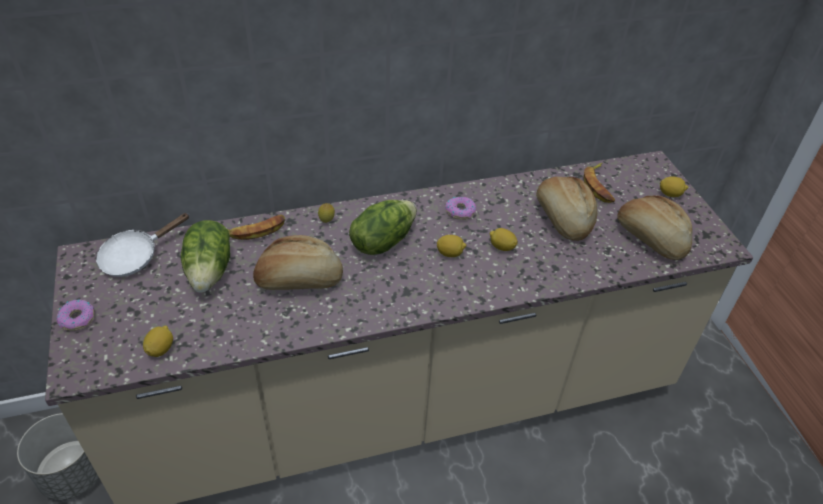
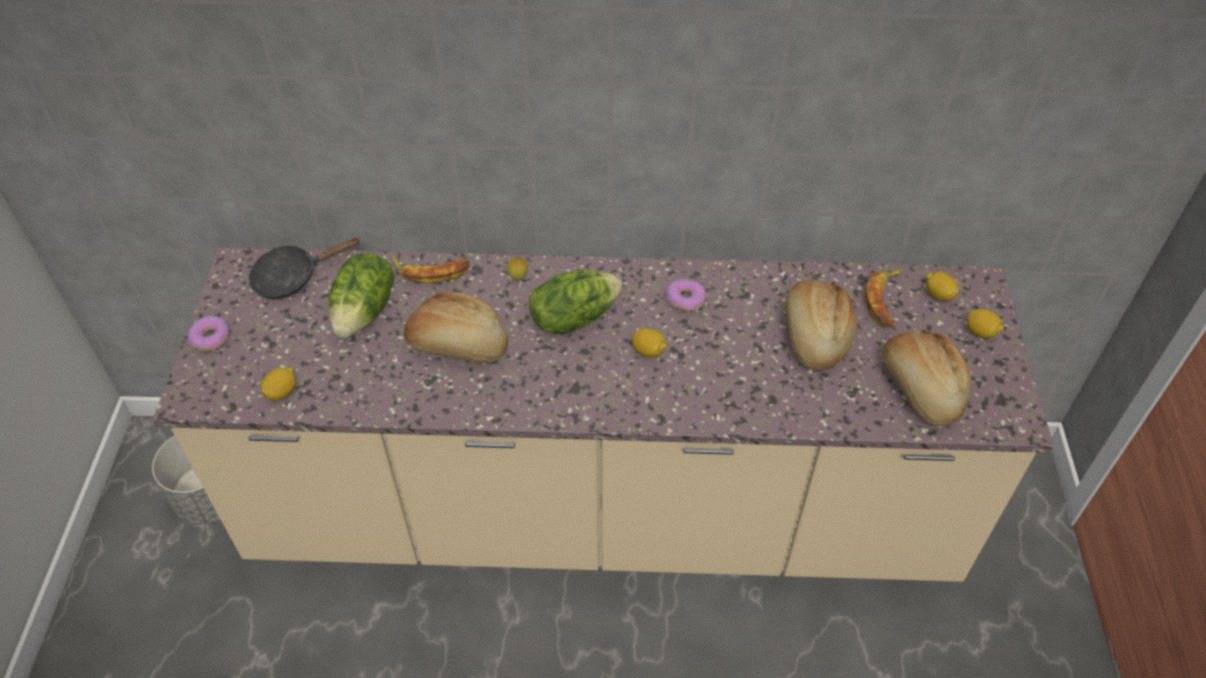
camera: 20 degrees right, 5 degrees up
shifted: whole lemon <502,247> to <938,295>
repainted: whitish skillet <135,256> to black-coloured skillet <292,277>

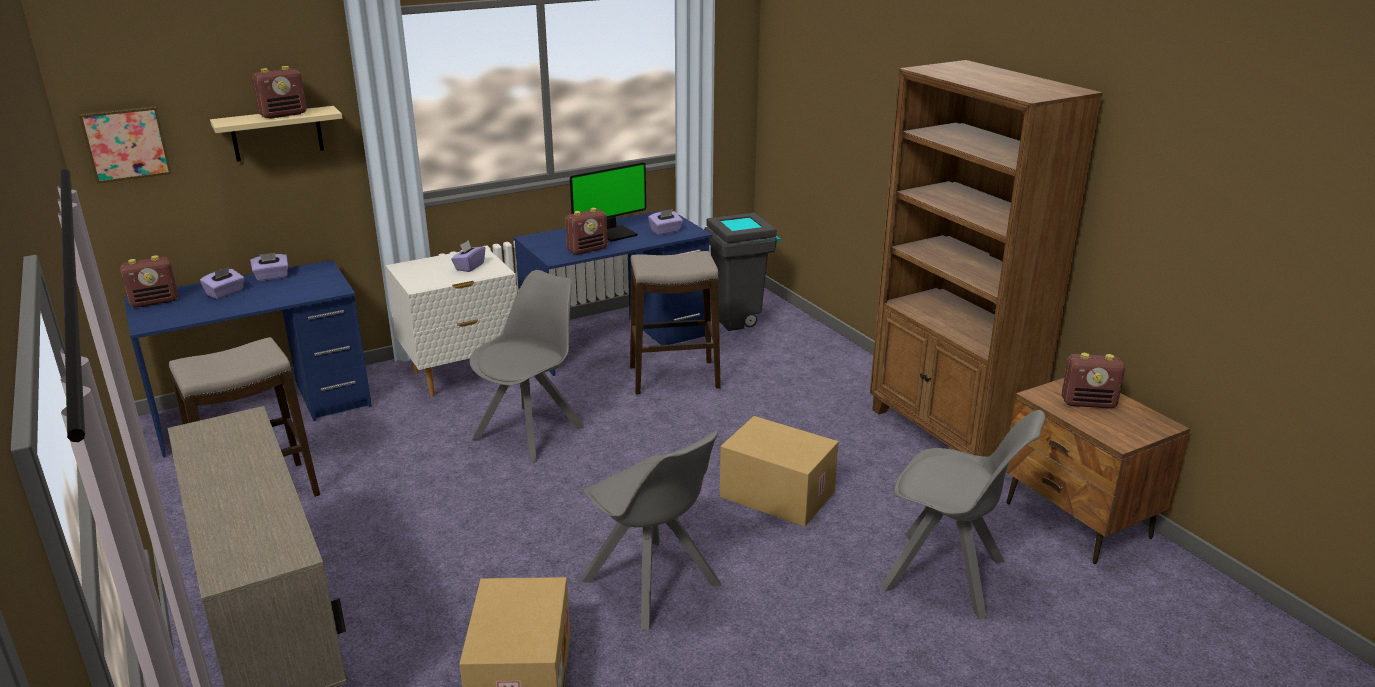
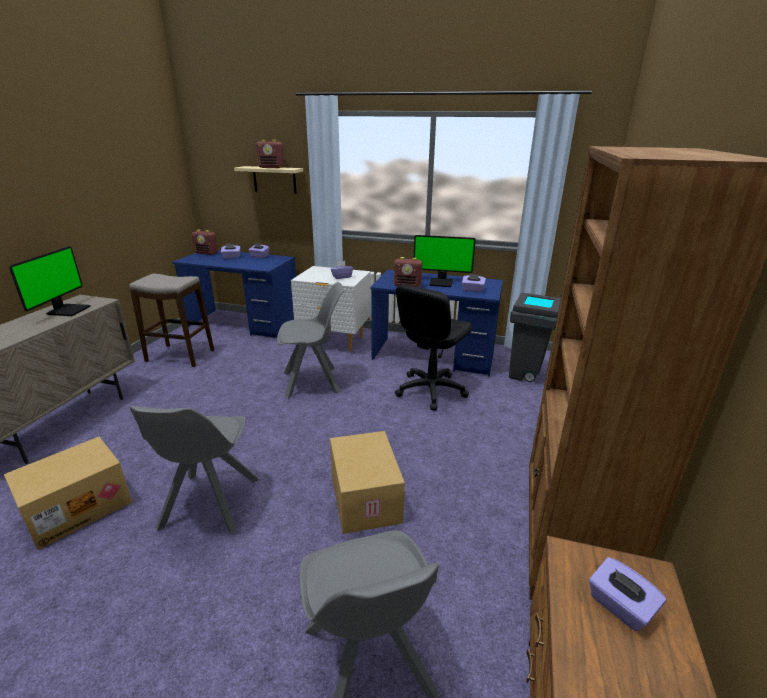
camera: 45 degrees right, 0 degrees up
gone: wall picture <126,143>
new: computer display <67,310>
swapped: stool seat <674,378> to black-coloured office chair <430,390>; radio set <1088,403> to purple-coloured tissue holder <619,606>

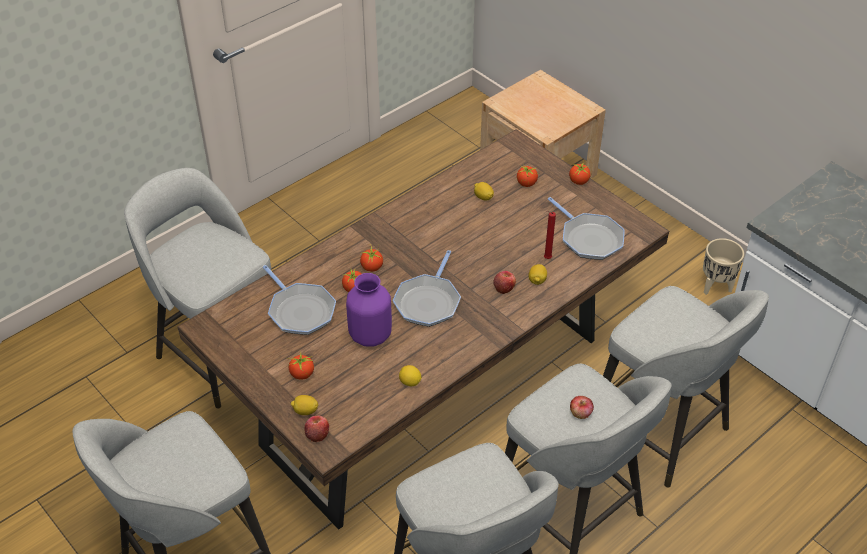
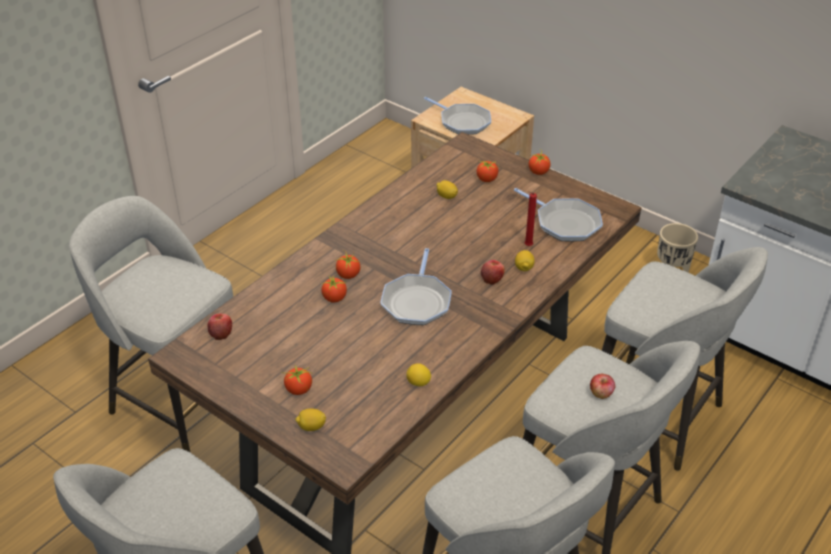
camera: 10 degrees left, 5 degrees down
gone: purple-coloured vase <371,335>
shifted: skillet <300,311> to <462,122>; apple fruit <317,434> to <221,333>

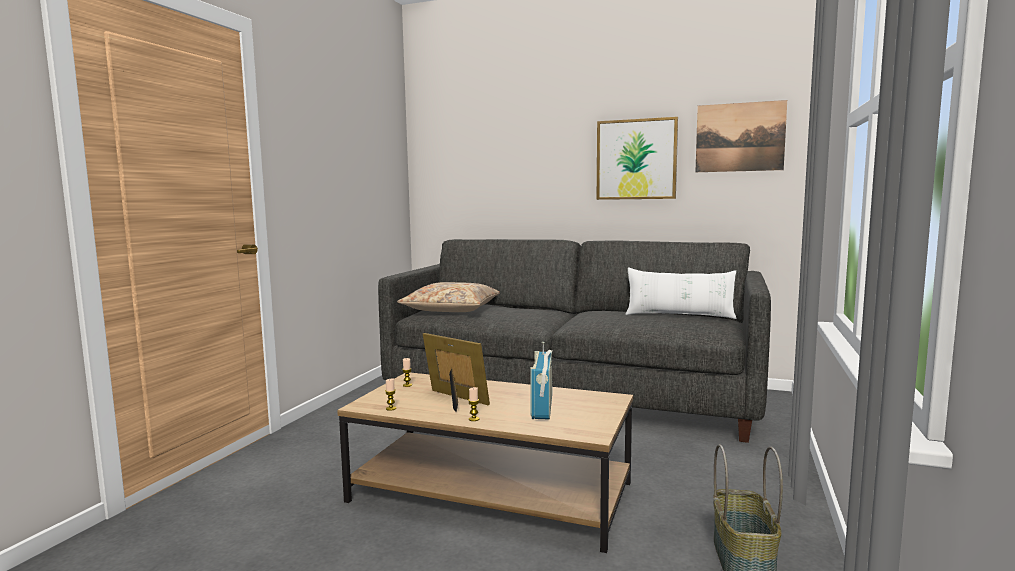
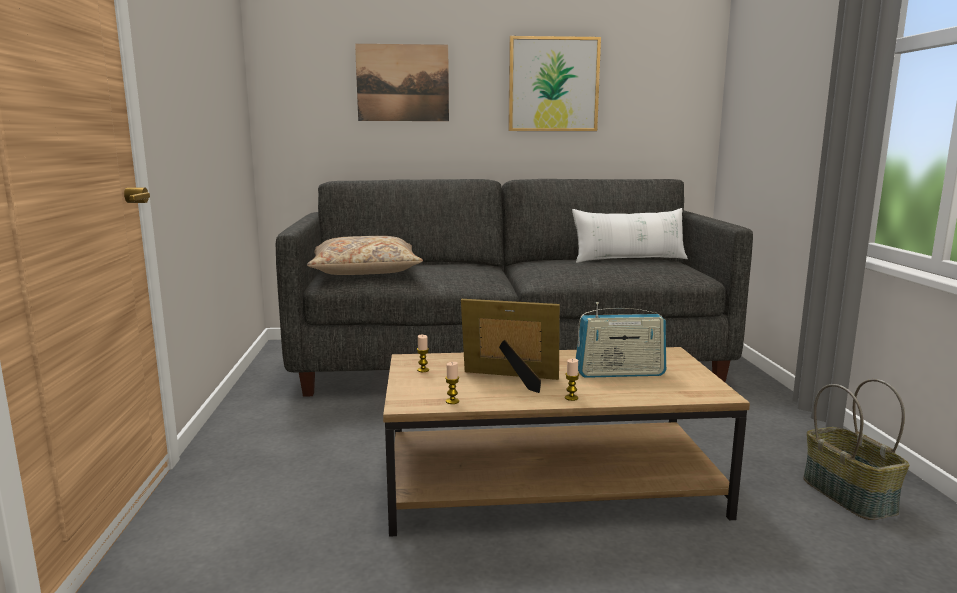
camera: 25 degrees left, 5 degrees up
shifted: wall picture <739,137> to <402,83>
rotated: radio set <542,407> = <619,373> 75 degrees counterclockwise

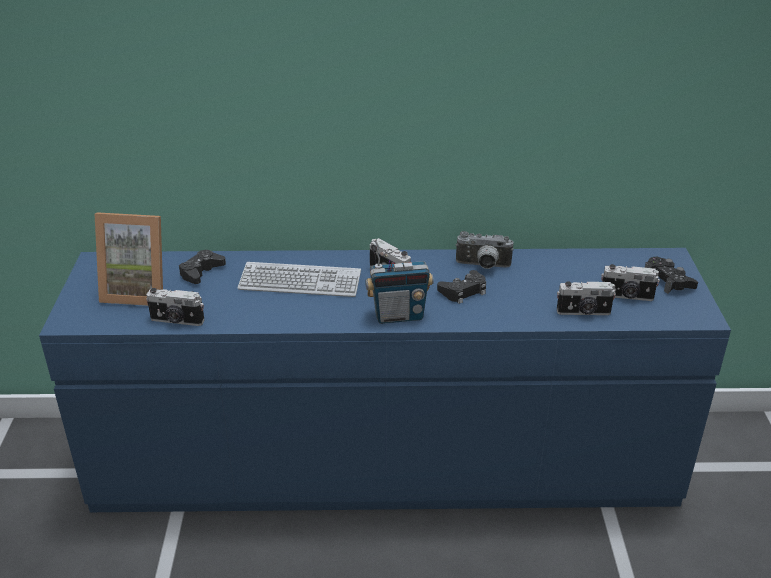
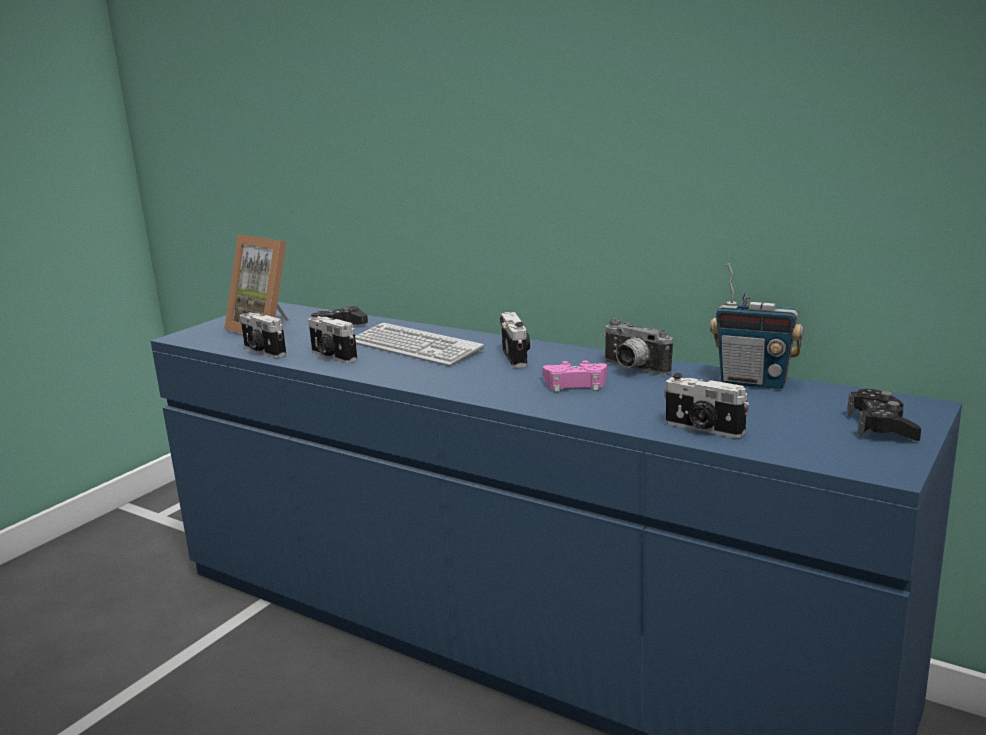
camera: 35 degrees right, 15 degrees down
shifted: radio set <398,315> to <754,382>; still camera <627,296> to <332,356>
repainted: black-coloured joypad <463,291> to pinkish joypad <575,383>

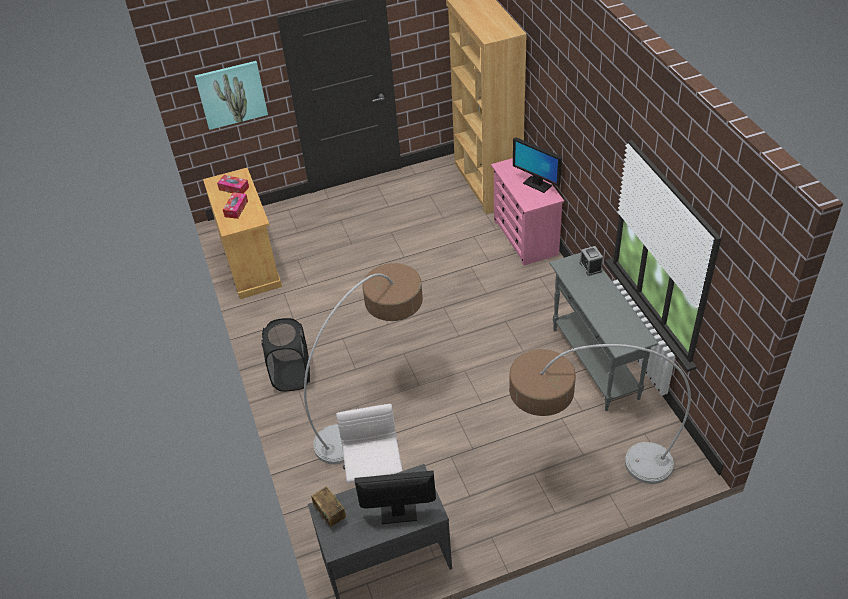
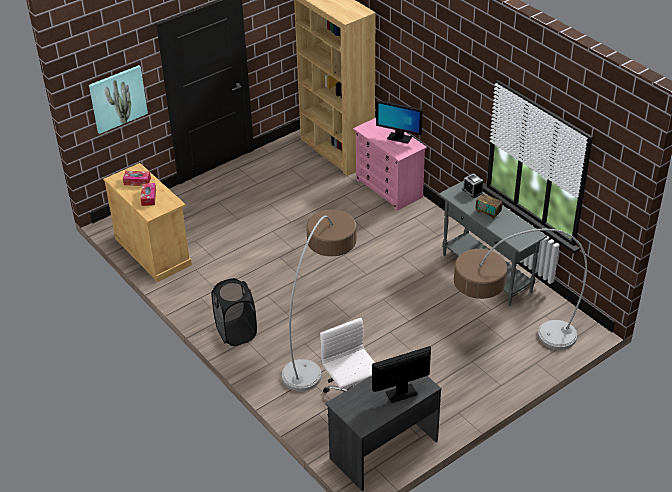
camera: 20 degrees left, 5 degrees down
shifted: radio set <330,513> to <488,212>

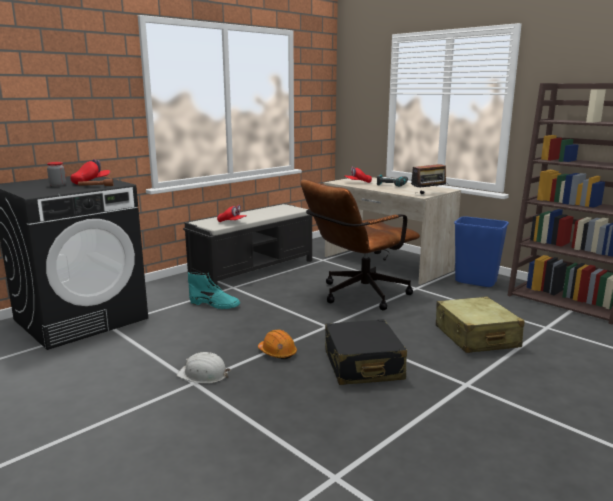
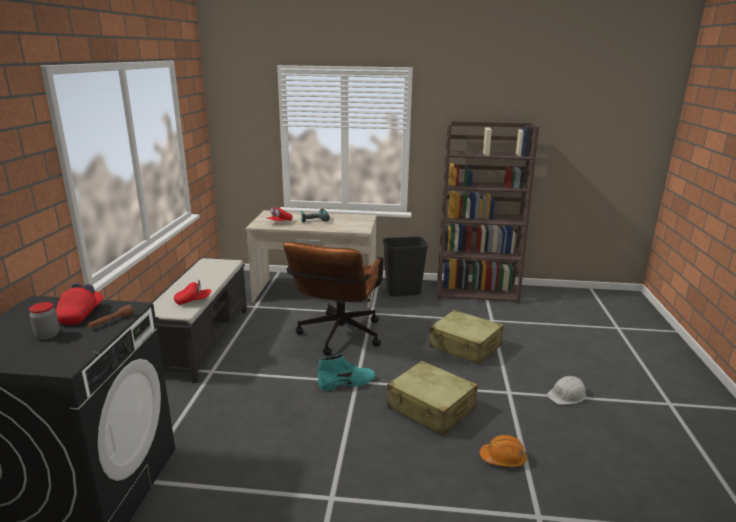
camera: 40 degrees left, 5 degrees up
gone: radio set <428,194>
shifted: whitish work helmet <203,374> to <567,395>; turquoise-coloured boot <215,304> to <347,382>; orange-coloured work helmet <277,352> to <503,458>
repainted: black-coloured piece of luggage <362,365> to beige piece of luggage <431,408>; blue-coloured rubbish bin <475,282> to black-coloured rubbish bin <403,292>

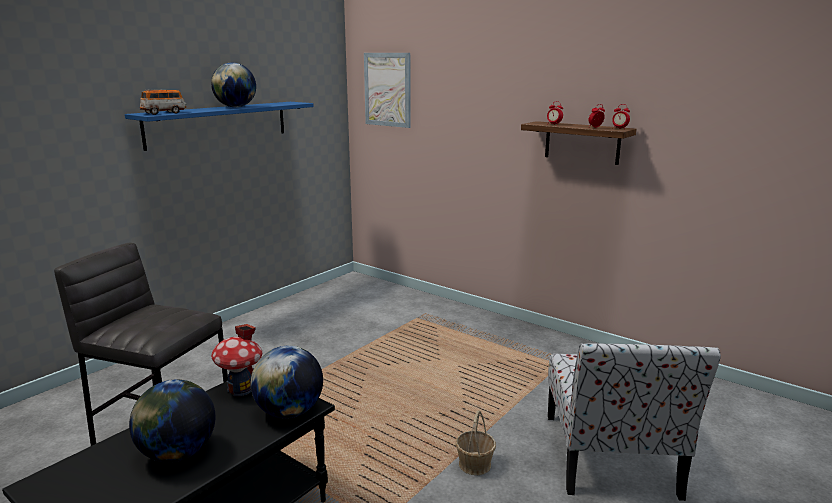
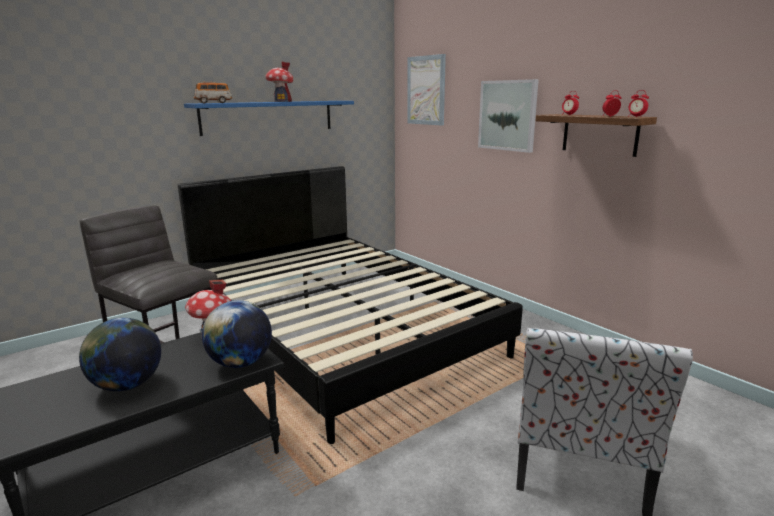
camera: 15 degrees right, 0 degrees up
gone: household basket <474,464>
new: black-coloured sleeping bed <339,330>; wall picture <507,115>
swapped: desk globe <235,107> to toy house <281,101>

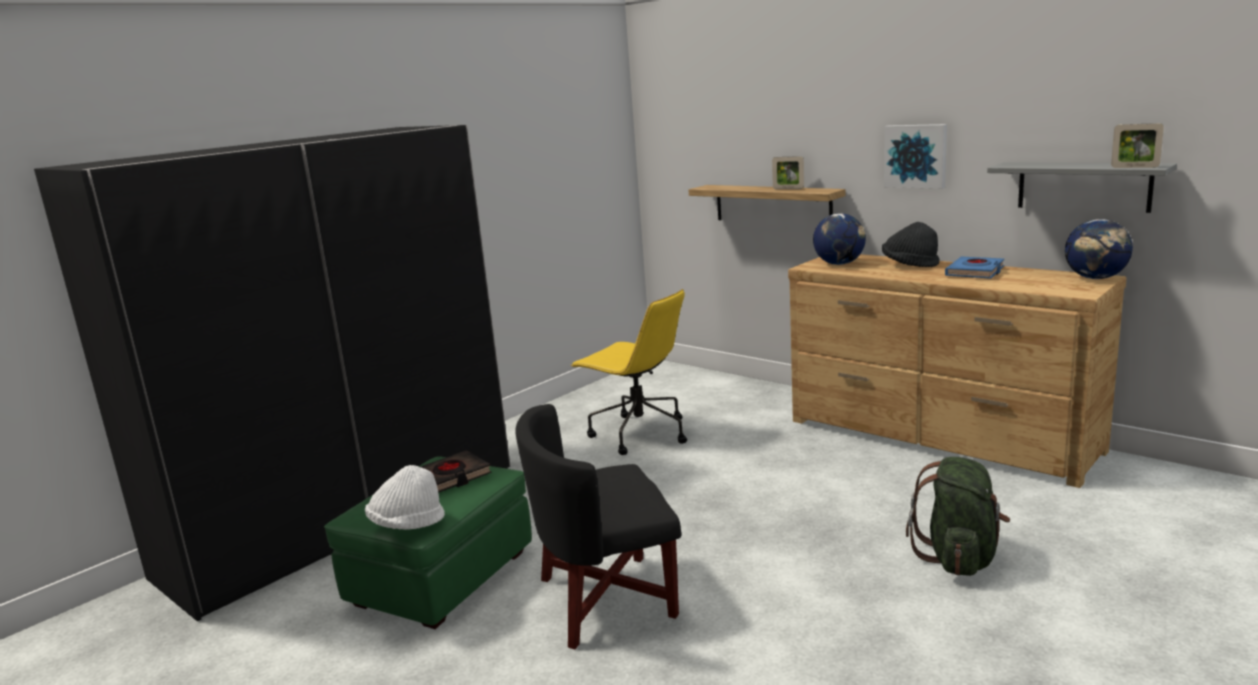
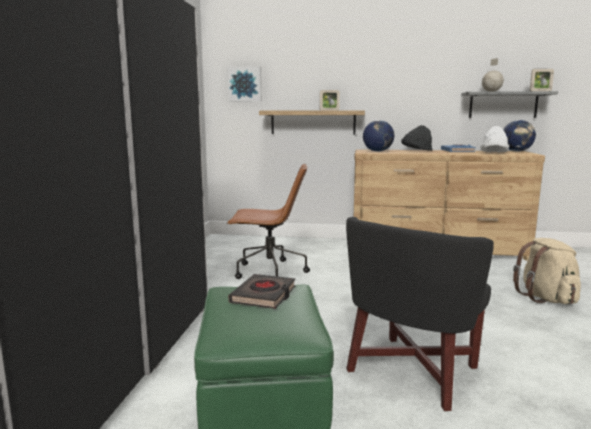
camera: 35 degrees left, 5 degrees down
new: desk globe <491,91>
shifted: whitish clothing hat <407,524> to <493,153>; wall picture <916,156> to <245,84>
repainted: yellowish office chair <638,434> to brownish office chair <269,272>; green-coloured backpack <959,558> to beige backpack <546,298>

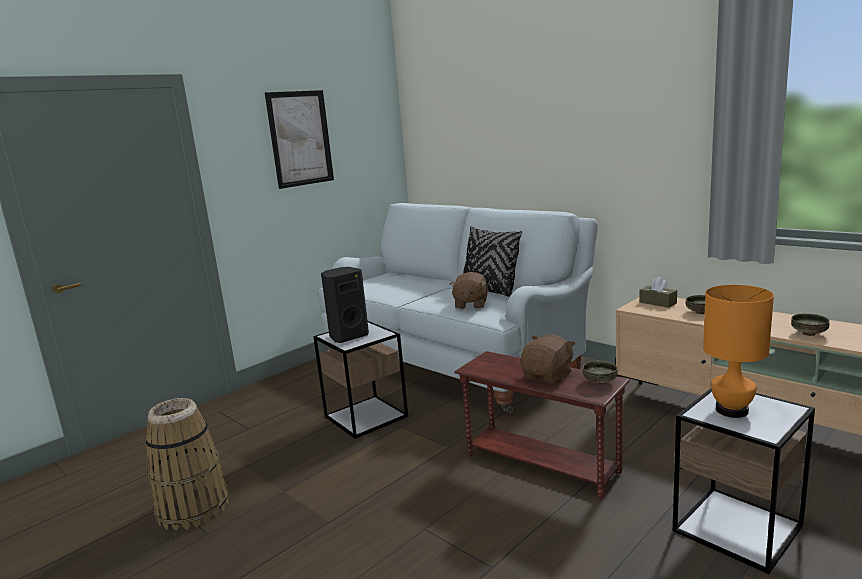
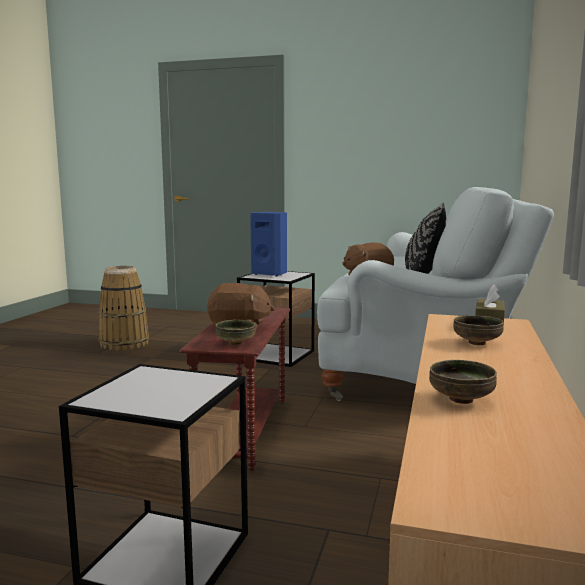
camera: 60 degrees right, 5 degrees down
gone: wall picture <300,138>; orange-coloured table lamp <732,410>
repainted: black-coloured audio speaker <348,336> to blue-coloured audio speaker <270,274>

